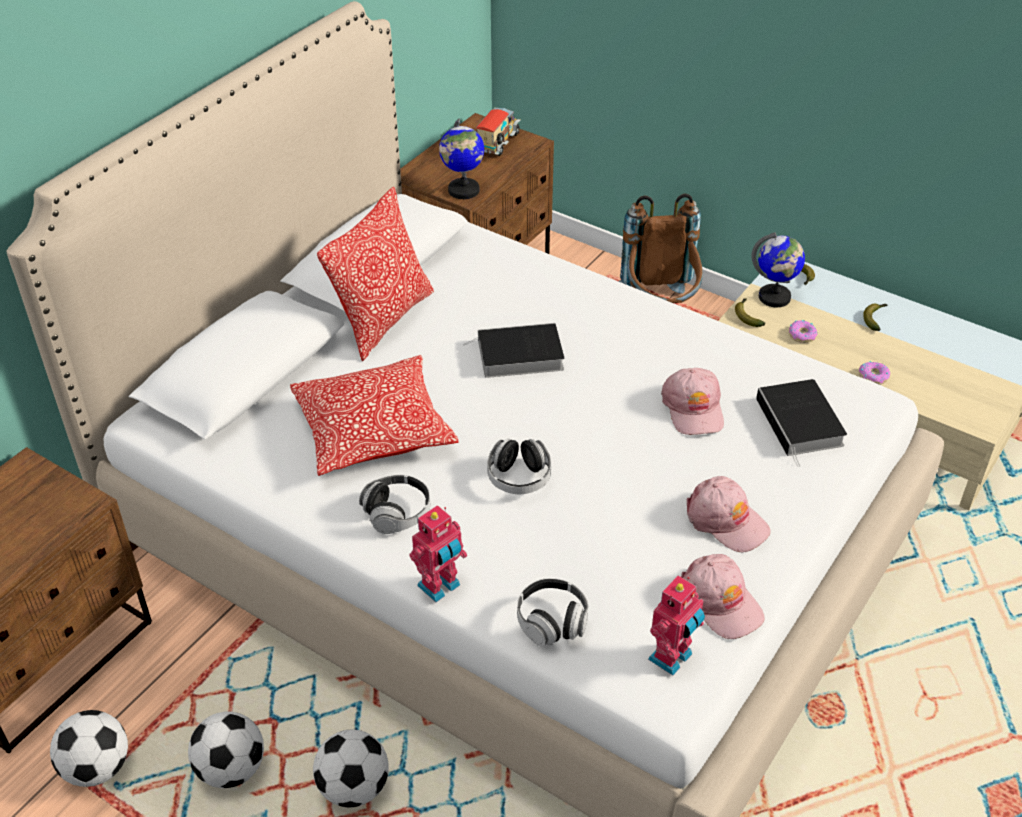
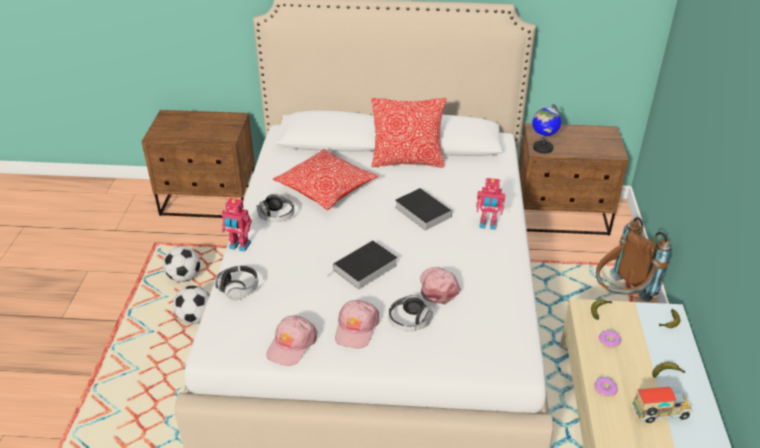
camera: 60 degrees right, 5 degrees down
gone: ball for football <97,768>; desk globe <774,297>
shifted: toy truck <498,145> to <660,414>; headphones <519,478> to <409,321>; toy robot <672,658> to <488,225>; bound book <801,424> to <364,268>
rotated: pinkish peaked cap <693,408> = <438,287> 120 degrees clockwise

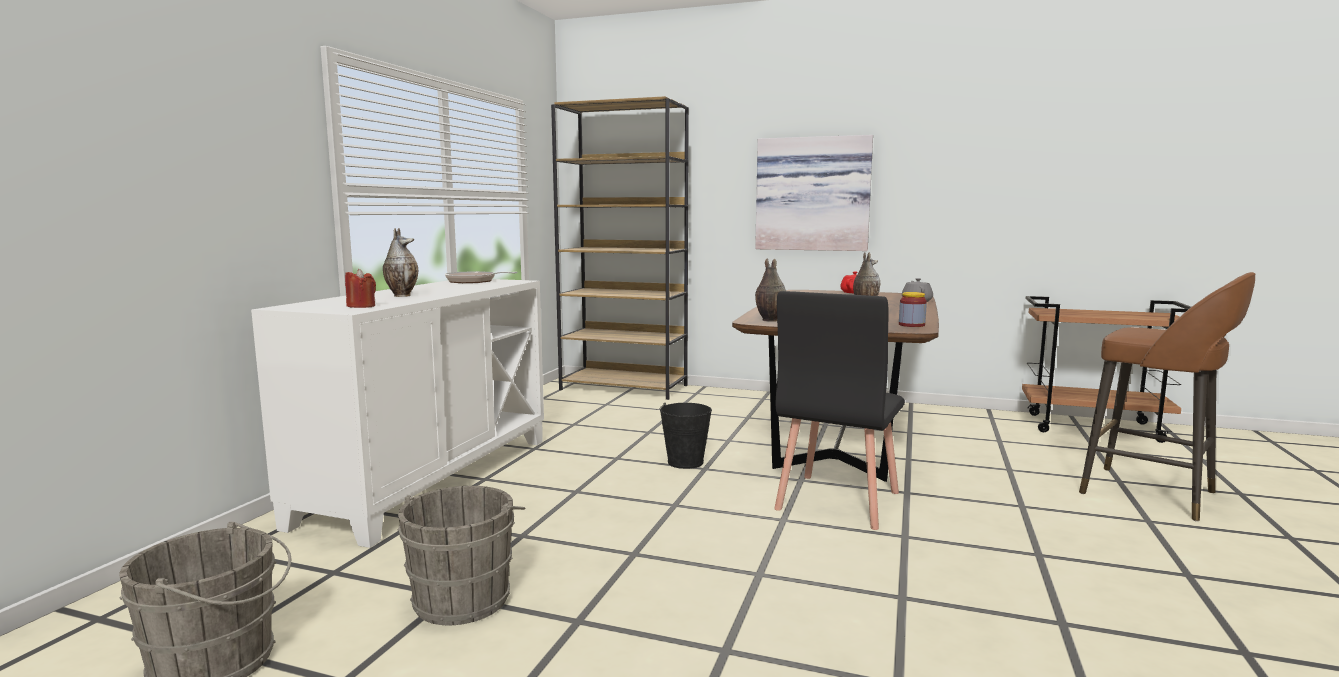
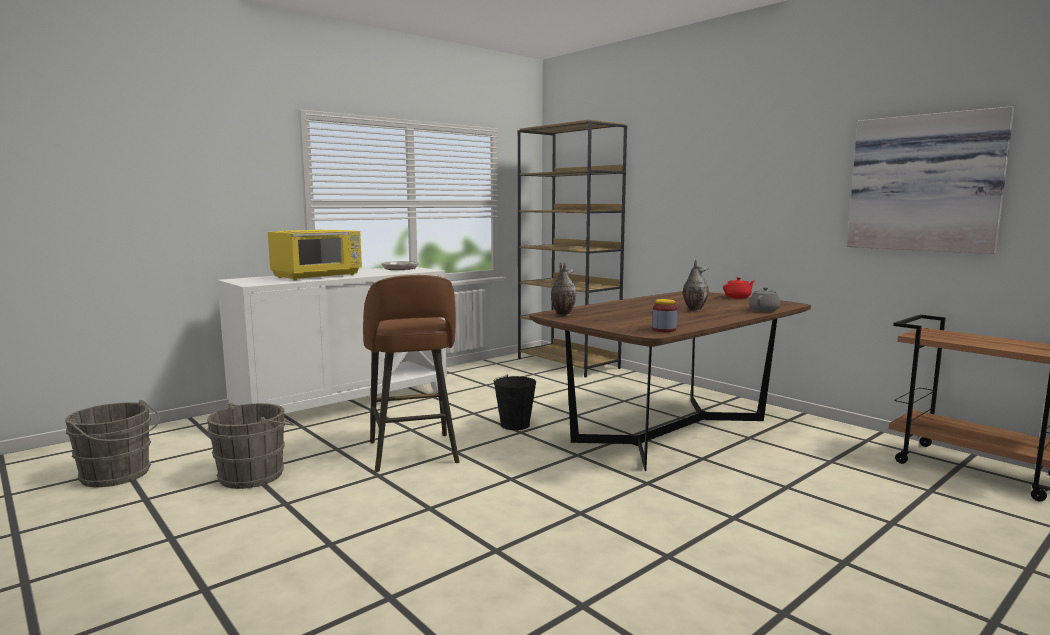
camera: 30 degrees right, 0 degrees up
gone: reddish wax candle <361,306>; black-coloured plain chair <836,501>
shifted: wall picture <813,194> to <925,183>; brownish stool seat <1152,494> to <413,453>
swapped: vase <402,295> to yellowish microwave <318,276>

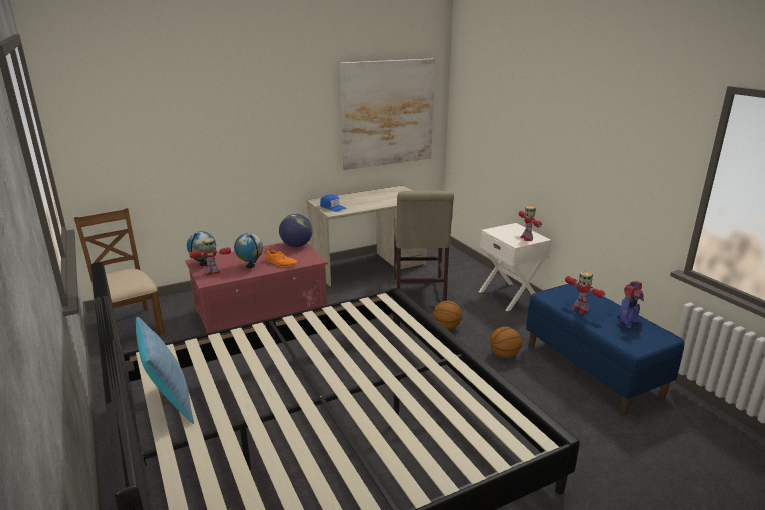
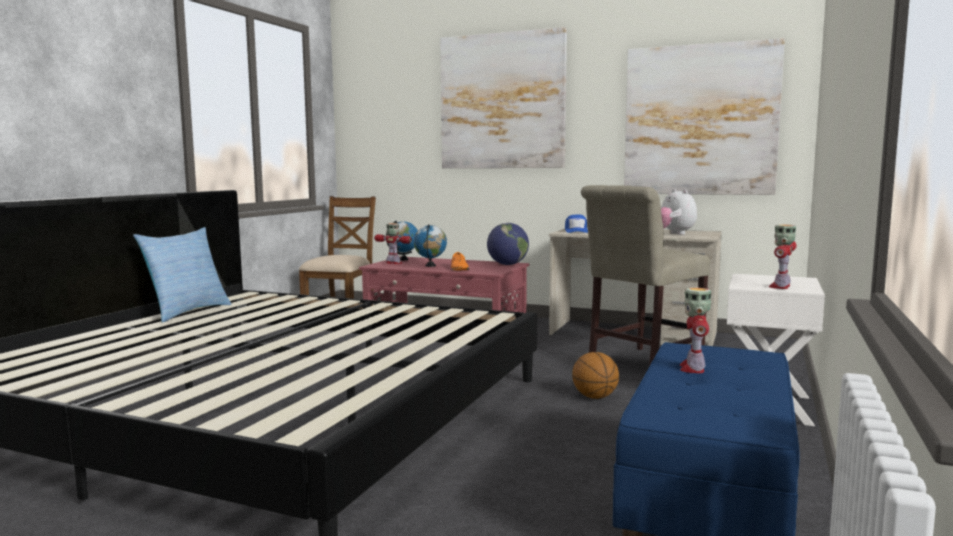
camera: 50 degrees right, 15 degrees down
gone: basketball <504,355>; toy robot <627,322>
new: wall picture <502,101>; cuddly toy <672,234>

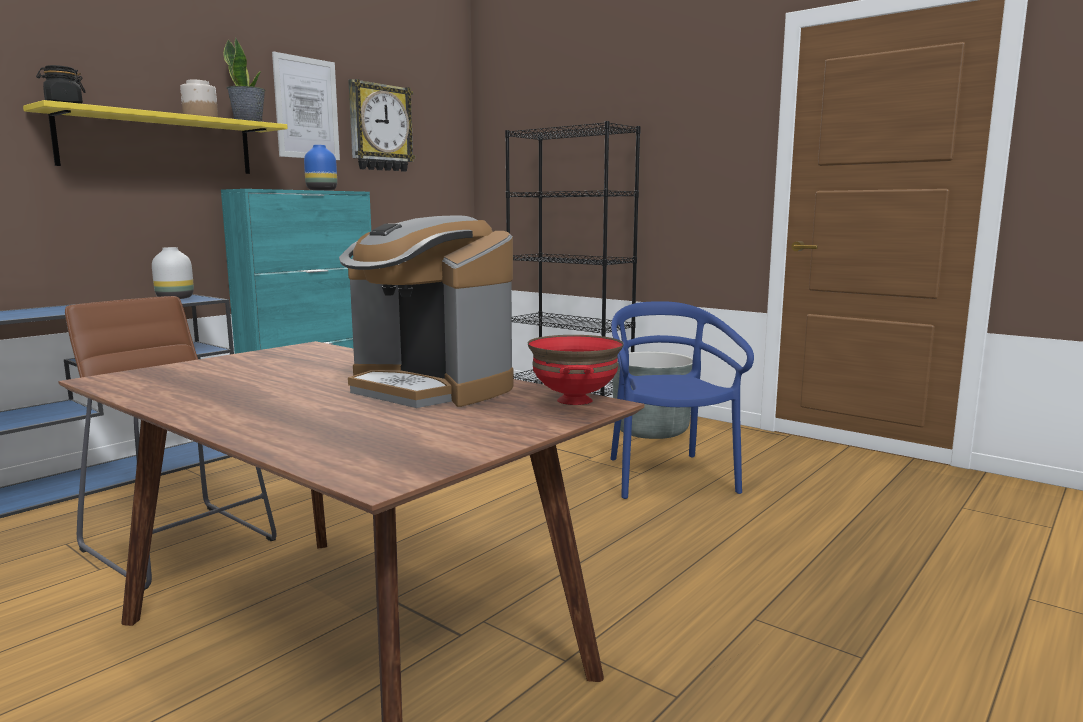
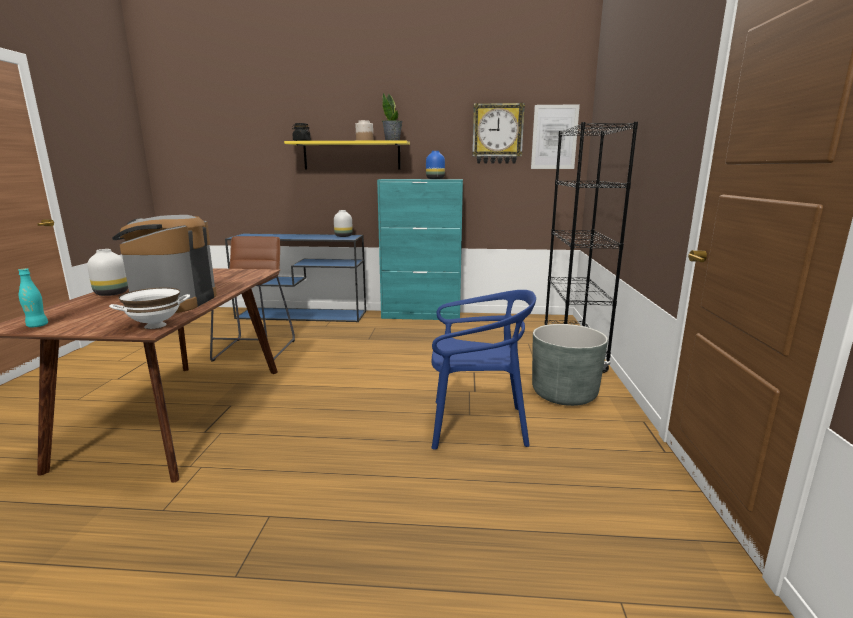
camera: 55 degrees right, 5 degrees up
new: turquoise-coloured drink bottle <37,326>; whitish vase <111,294>
shifted: wall picture <306,108> to <554,137>
repainted: reddish serving bowl <573,400> to whitish serving bowl <155,325>
rotated: blue-coloured plain chair <667,476> = <476,425> 45 degrees clockwise

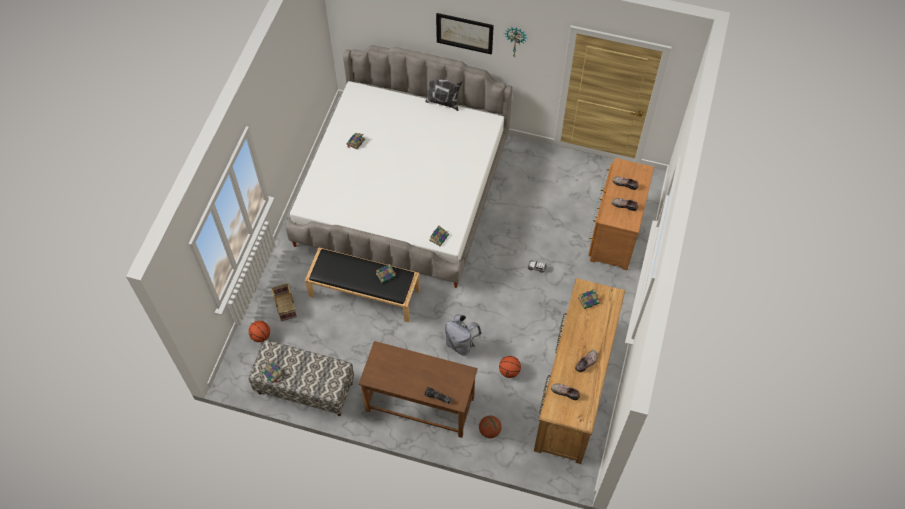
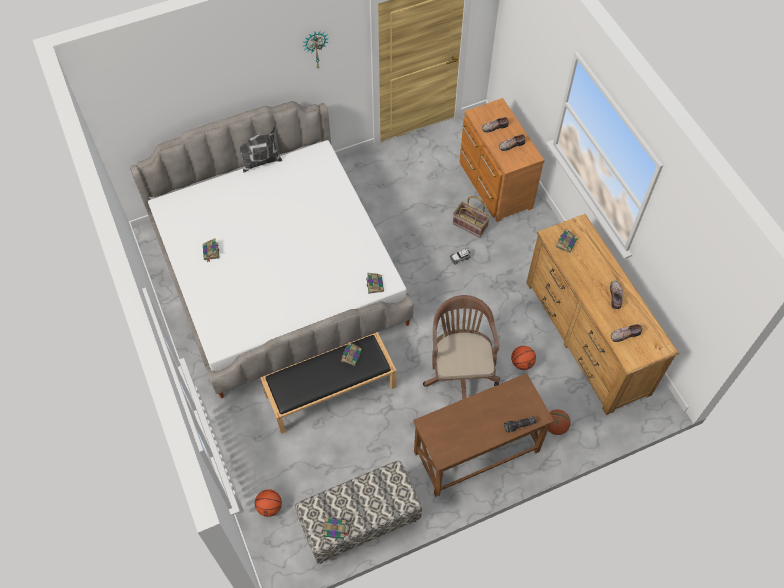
camera: 40 degrees left, 0 degrees up
gone: wall picture <464,33>
shifted: household basket <286,306> to <470,225>
swapped: greyish backpack <461,344> to brownish office chair <460,370>

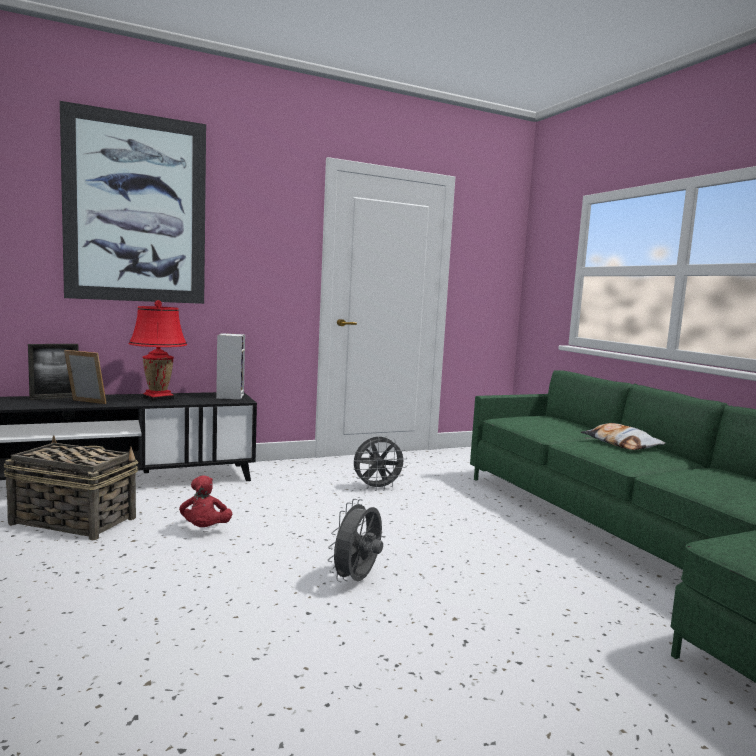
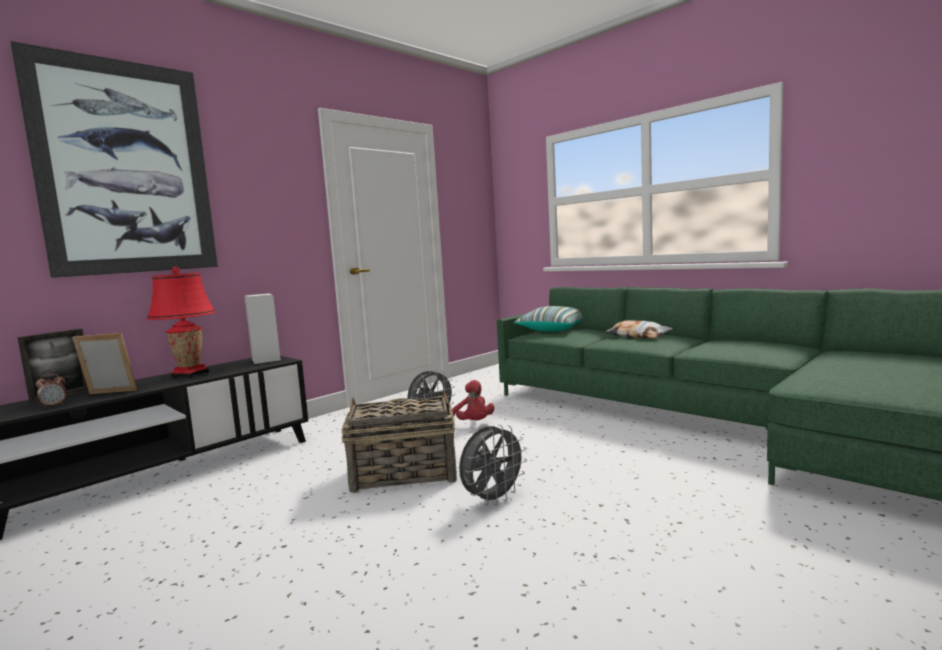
camera: 20 degrees left, 0 degrees up
new: bedside clock <54,405>; cushion <552,329>
shifted: household basket <72,520> to <402,474>; reddish cuddly toy <205,530> to <473,424>
rotated: greyish fan <357,581> = <493,499> 135 degrees counterclockwise

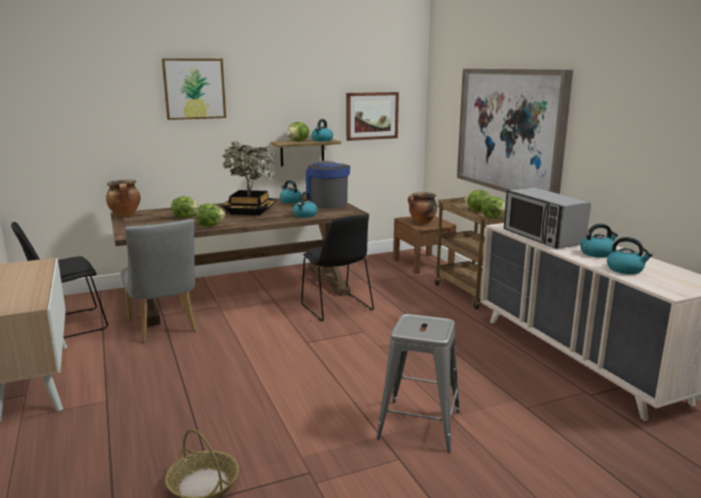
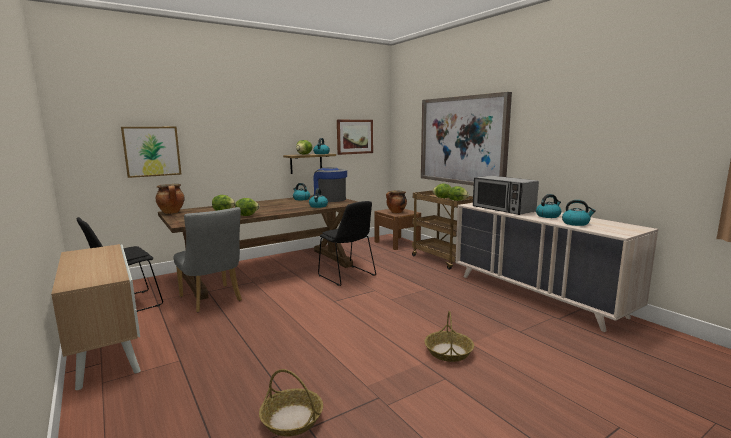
camera: 10 degrees left, 5 degrees down
gone: potted plant <249,211>
shifted: wall picture <194,89> to <152,151>
swapped: greyish stool seat <419,425> to household basket <448,351>

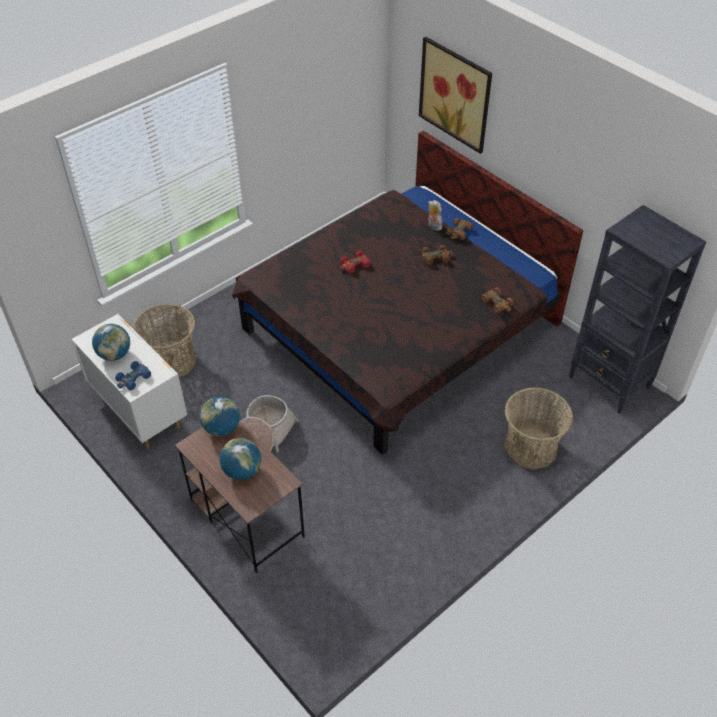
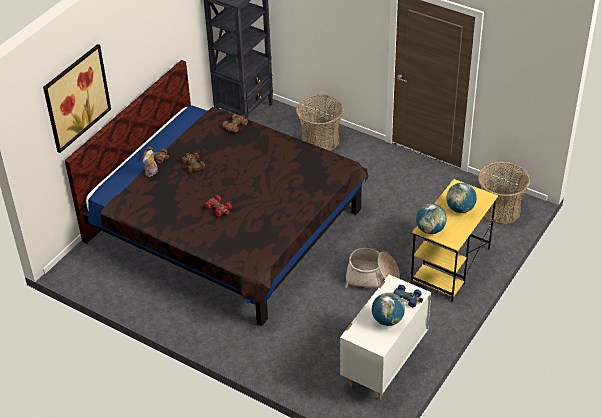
camera: 105 degrees left, 5 degrees down
shifted: household basket <171,360> to <499,210>
repainted: brownish desk <246,517> to yellowish desk <450,266>

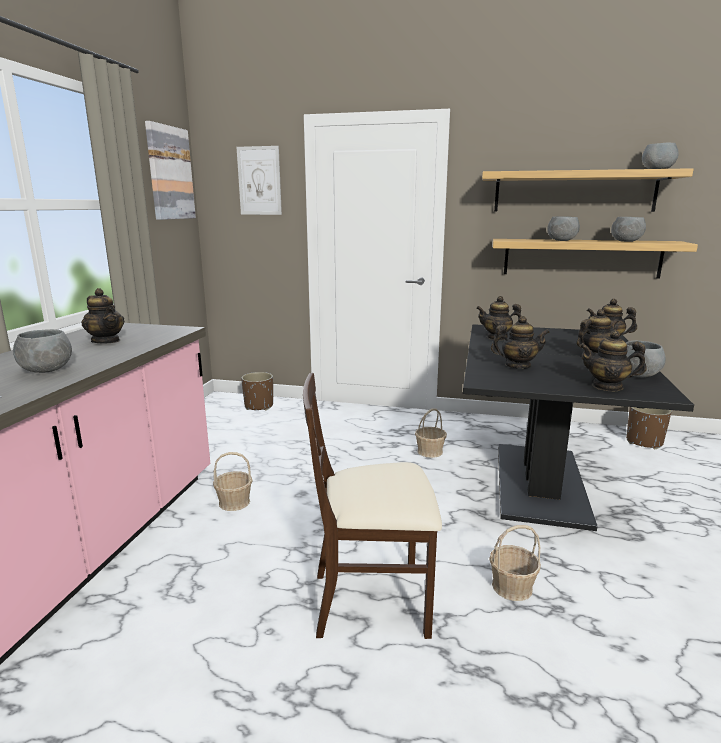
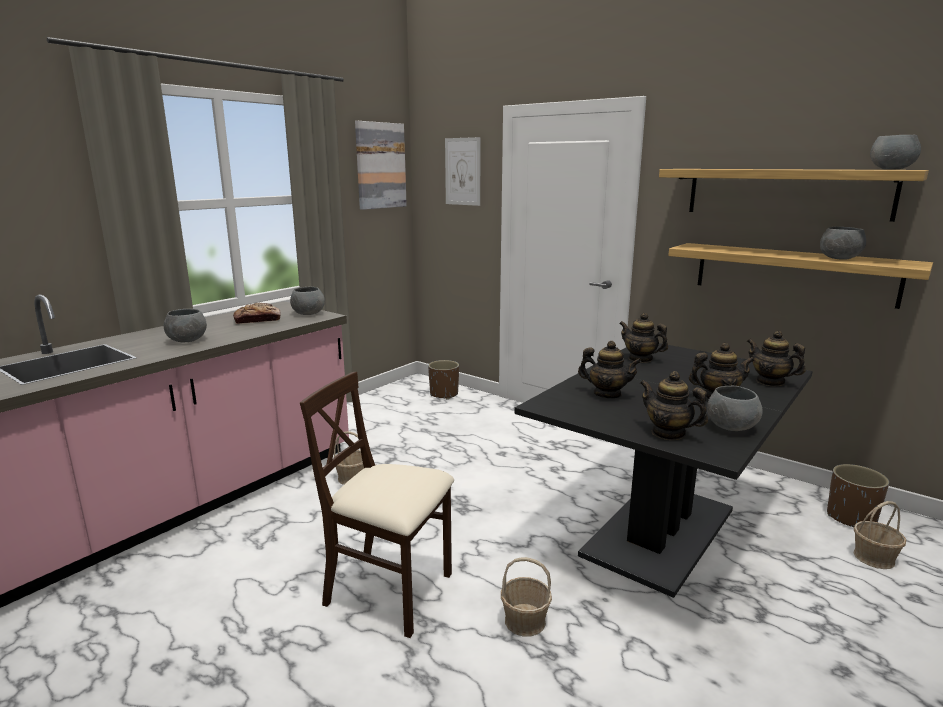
camera: 25 degrees right, 0 degrees up
shifted: household basket <430,451> to <874,558>; greyish serving bowl <561,240> to <308,314>
swapped: pot for tea <106,341> to bakery bread <258,320>

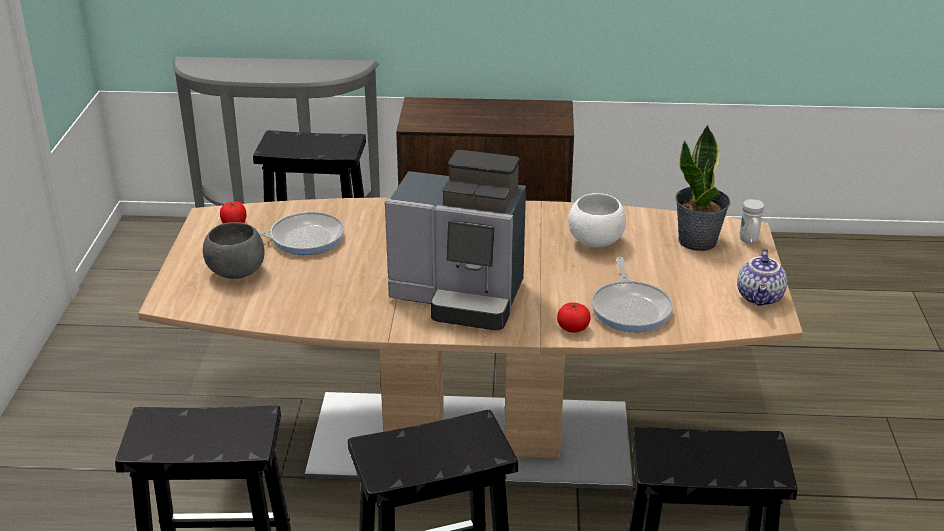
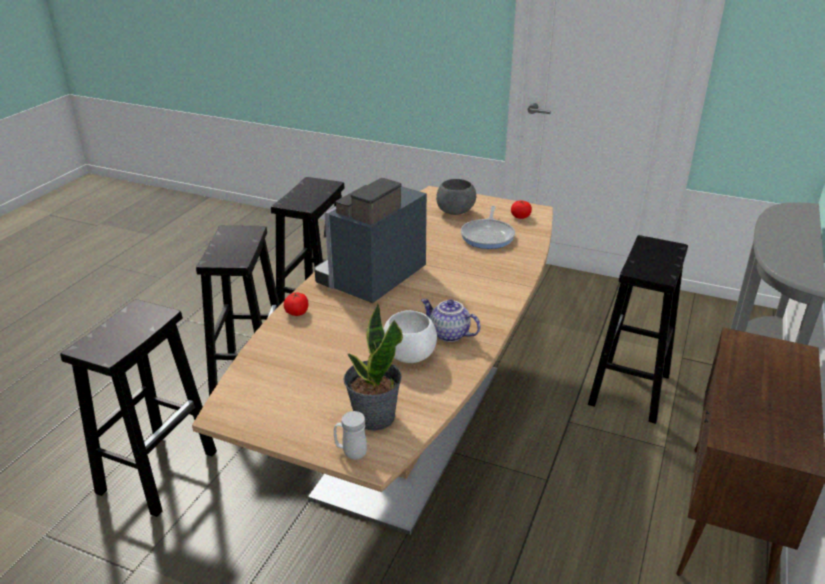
camera: 110 degrees right, 0 degrees up
gone: skillet <631,308>
shifted: pot for tea <761,298> to <448,334>

